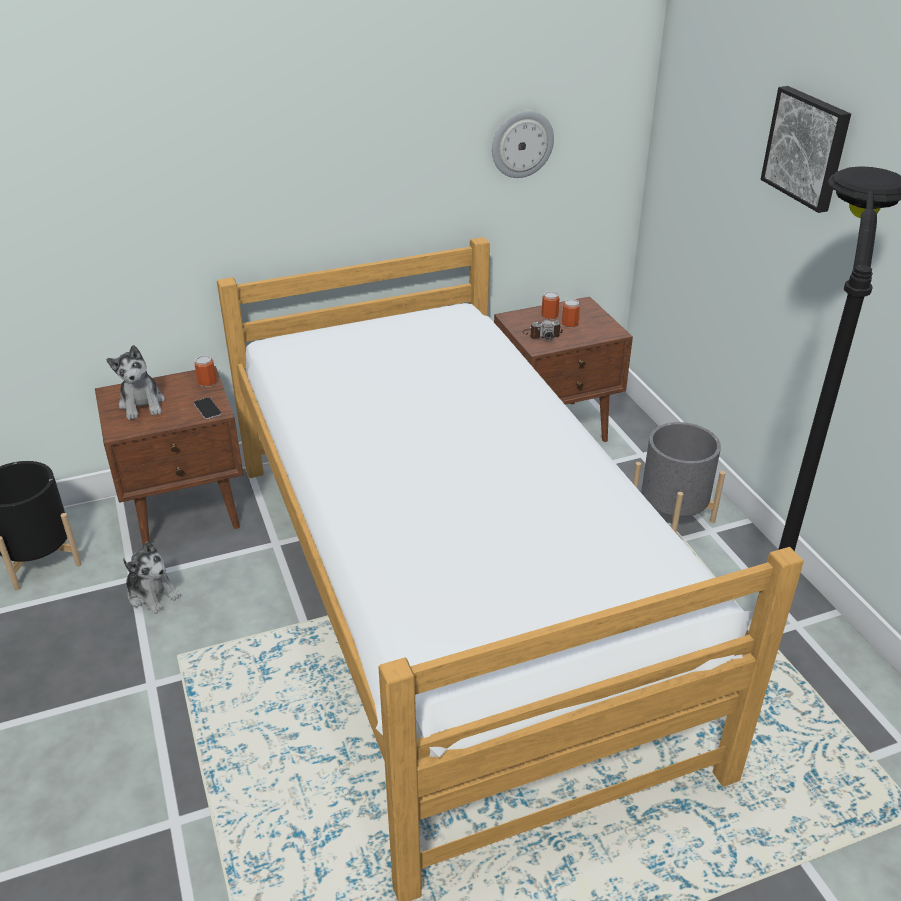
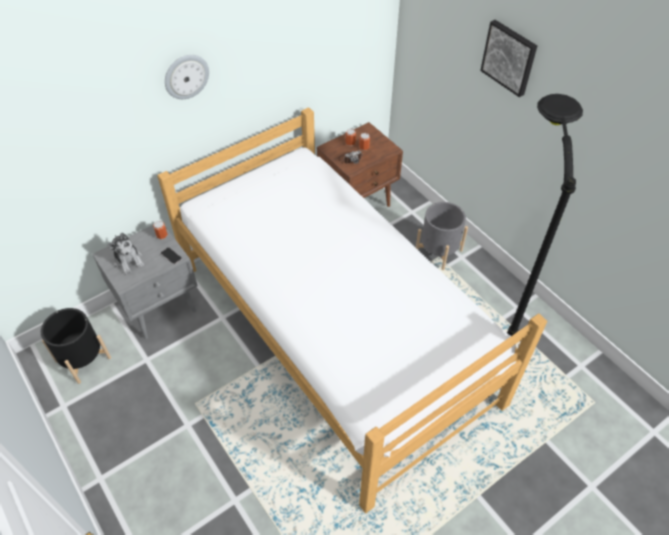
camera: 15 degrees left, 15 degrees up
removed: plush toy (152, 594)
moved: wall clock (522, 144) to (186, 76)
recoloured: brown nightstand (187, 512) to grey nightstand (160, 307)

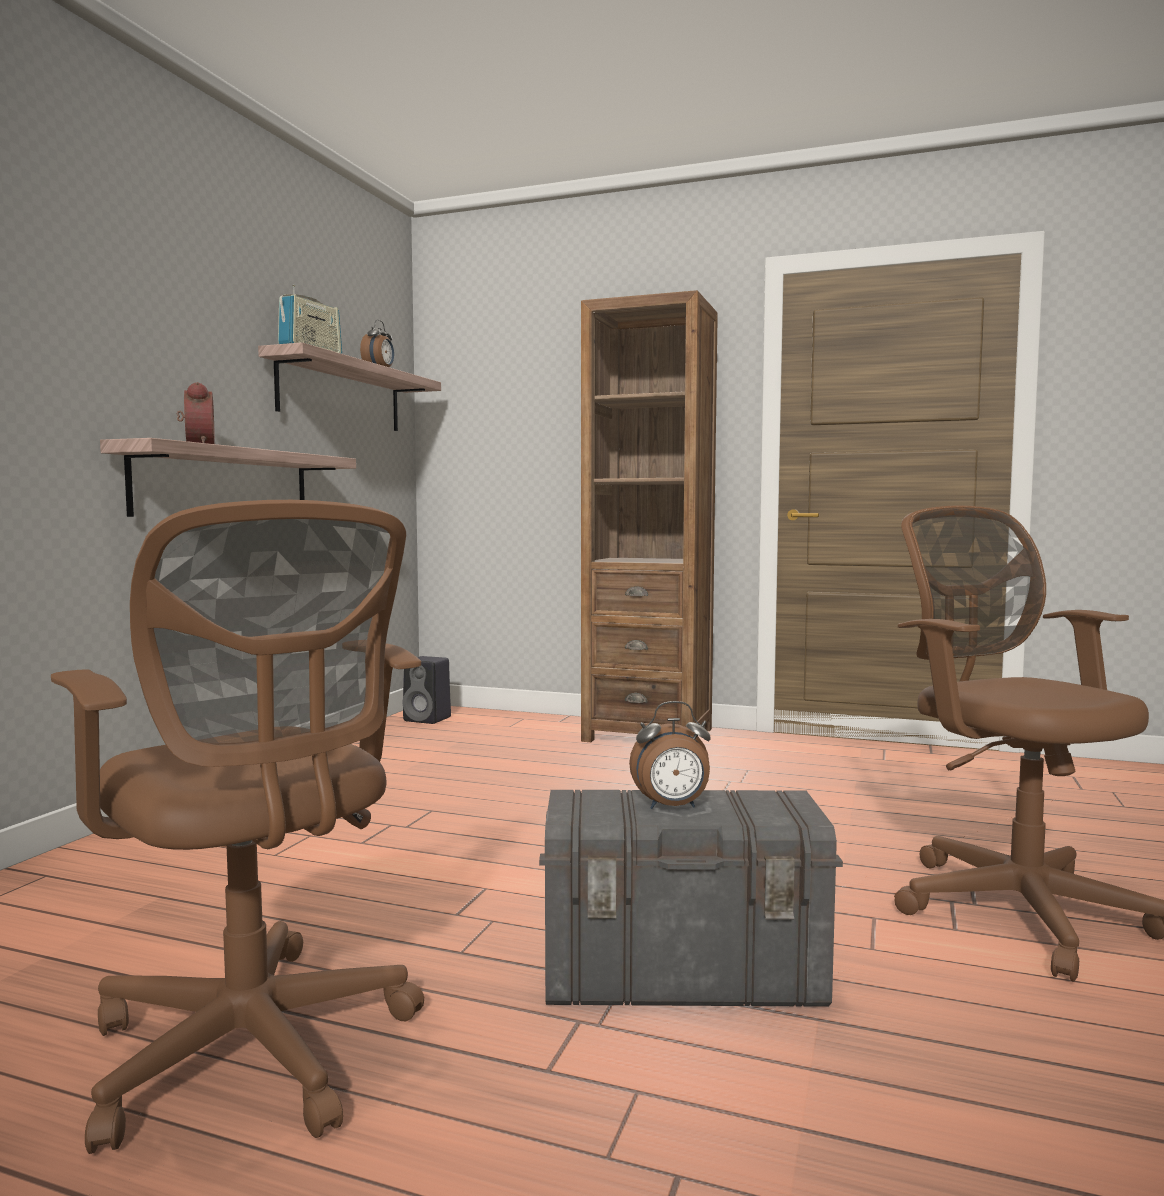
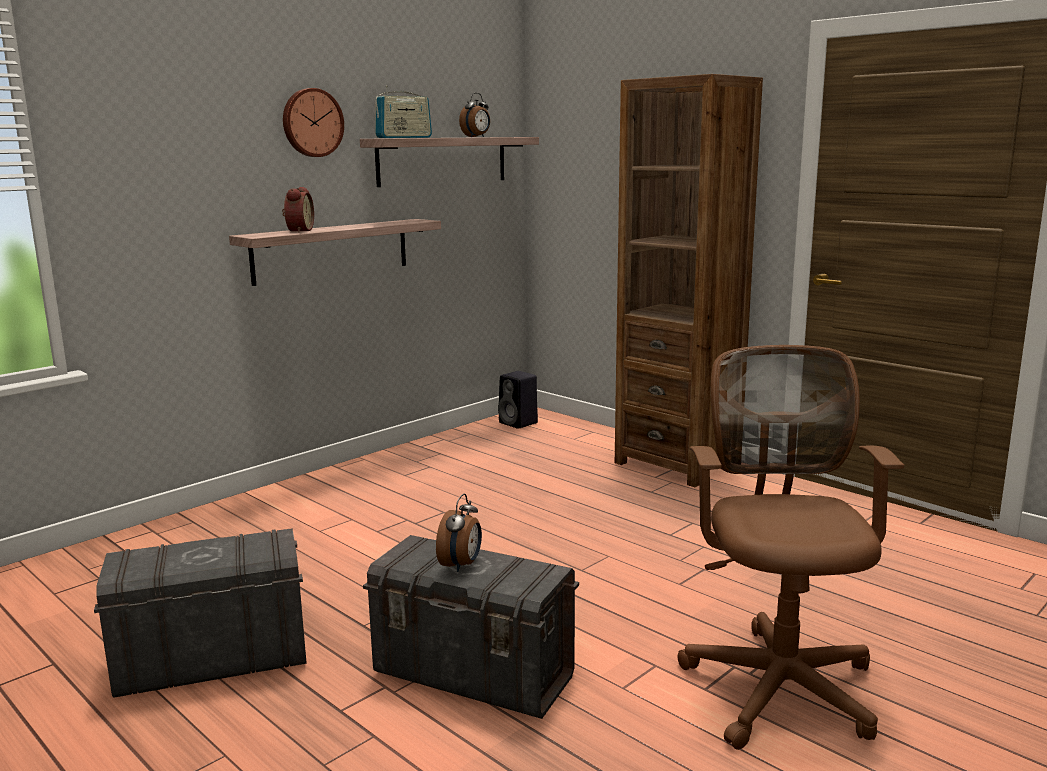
camera: 25 degrees right, 10 degrees up
added: wall clock (311, 123)
replaced: brown office chair (256, 1053) to grey storage box (212, 660)
turned: alarm clock (672, 807) = (461, 565) 90 degrees counterclockwise

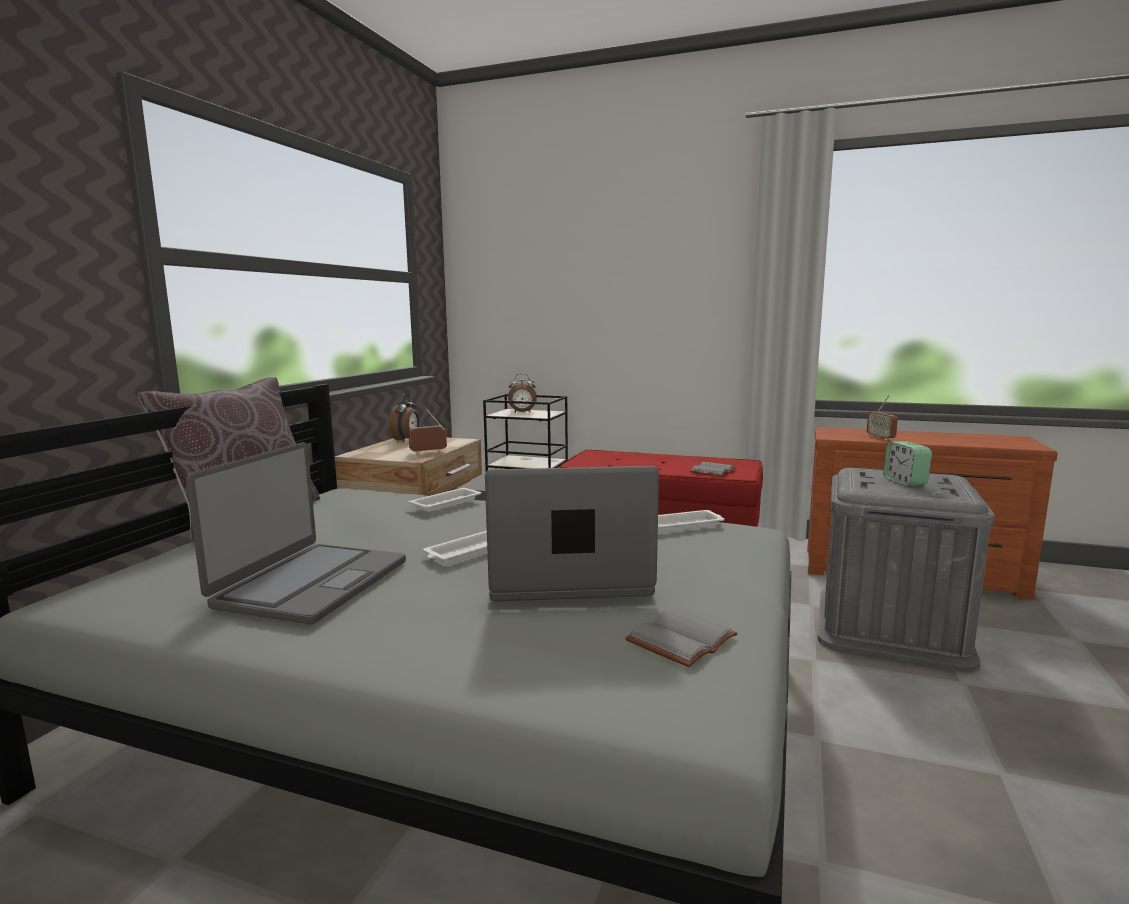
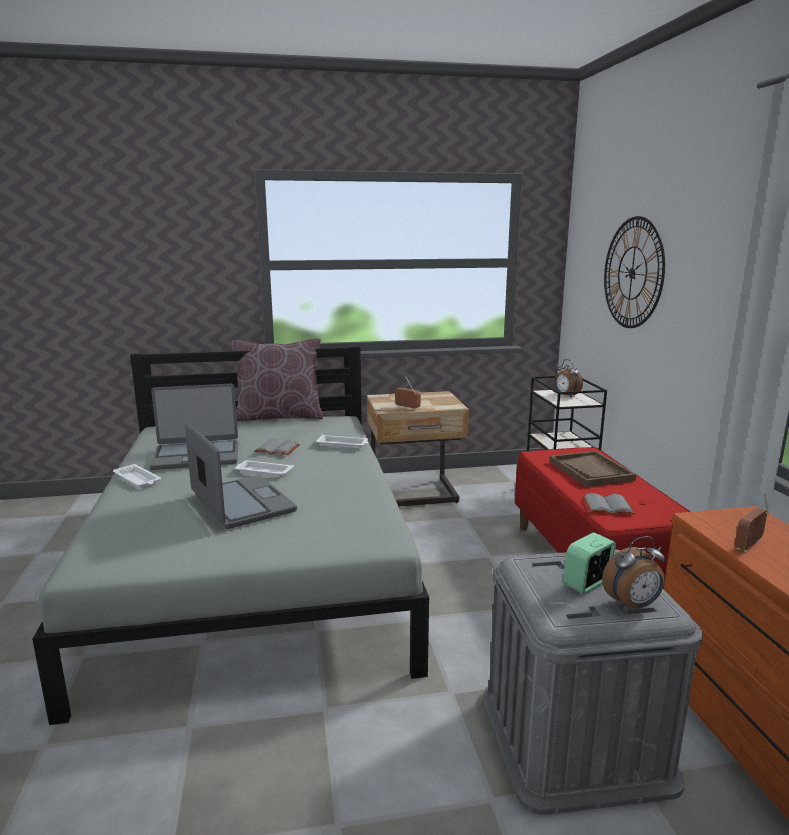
camera: 60 degrees right, 5 degrees up
added: brown tray (591, 471); wall clock (632, 273)
moved: alarm clock (406, 440) to (632, 605); grey book (683, 641) to (276, 449); white tray (683, 525) to (138, 480)

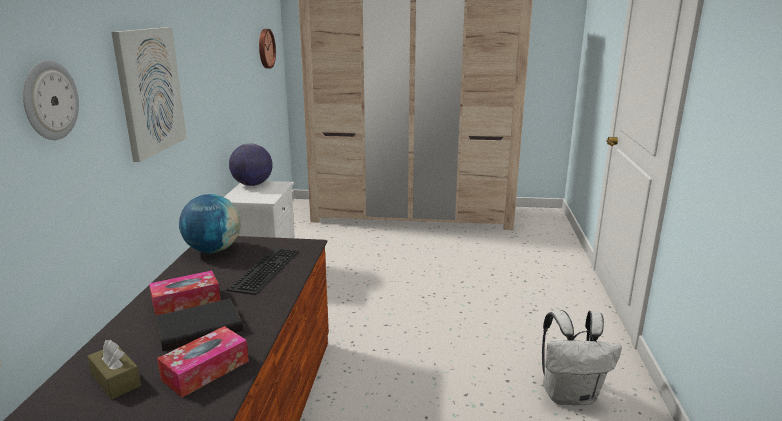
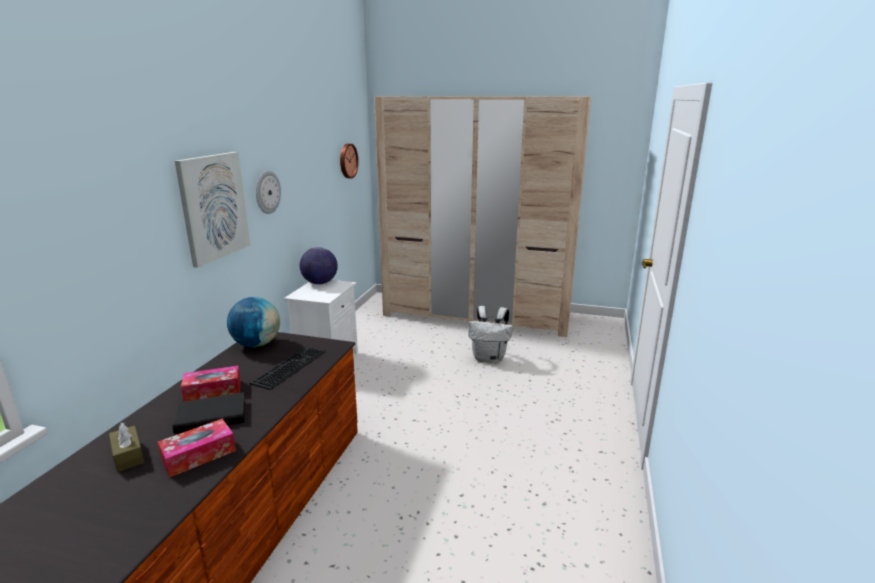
camera: 10 degrees right, 0 degrees up
moved: wall clock (49, 100) to (267, 192); white backpack (570, 395) to (489, 358)

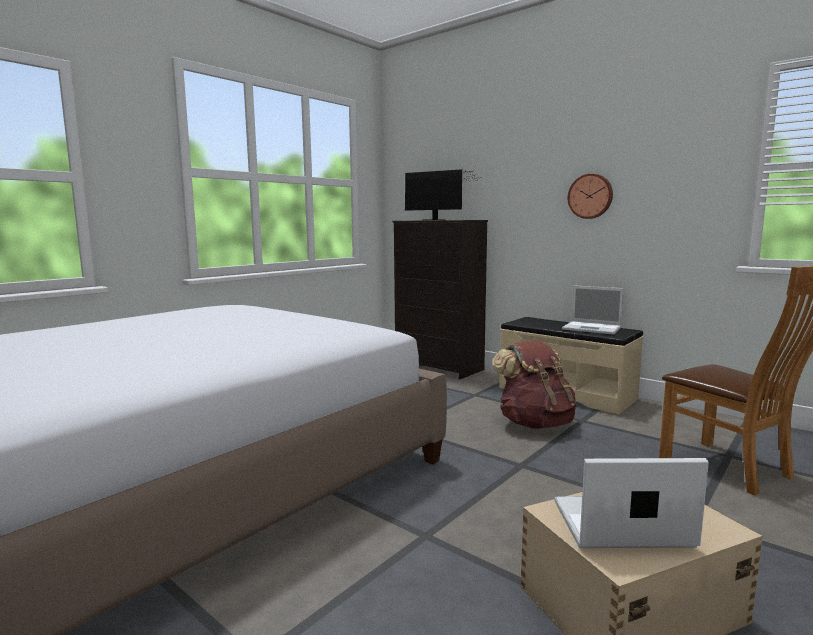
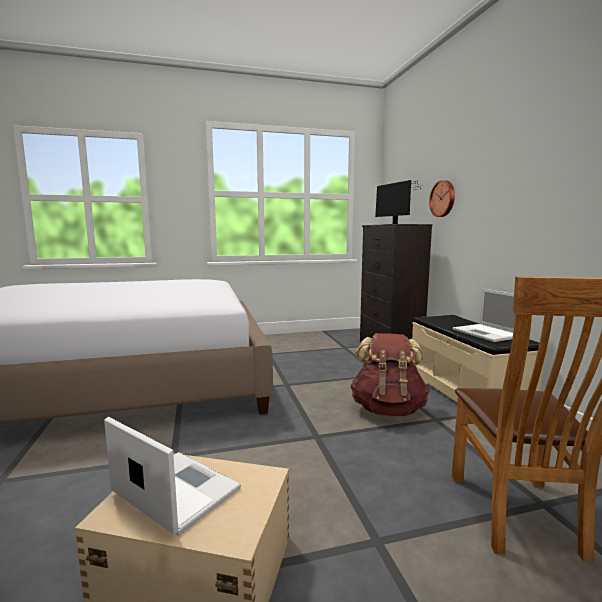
camera: 35 degrees right, 0 degrees up
moved: wall clock (590, 196) to (443, 198)

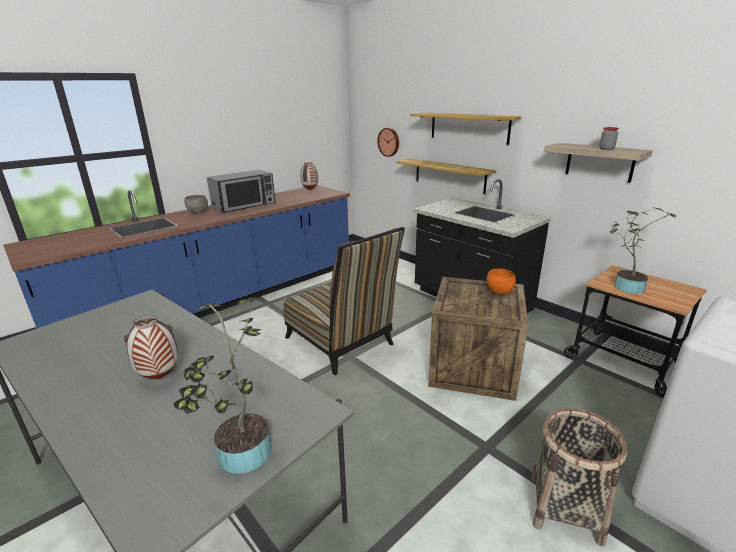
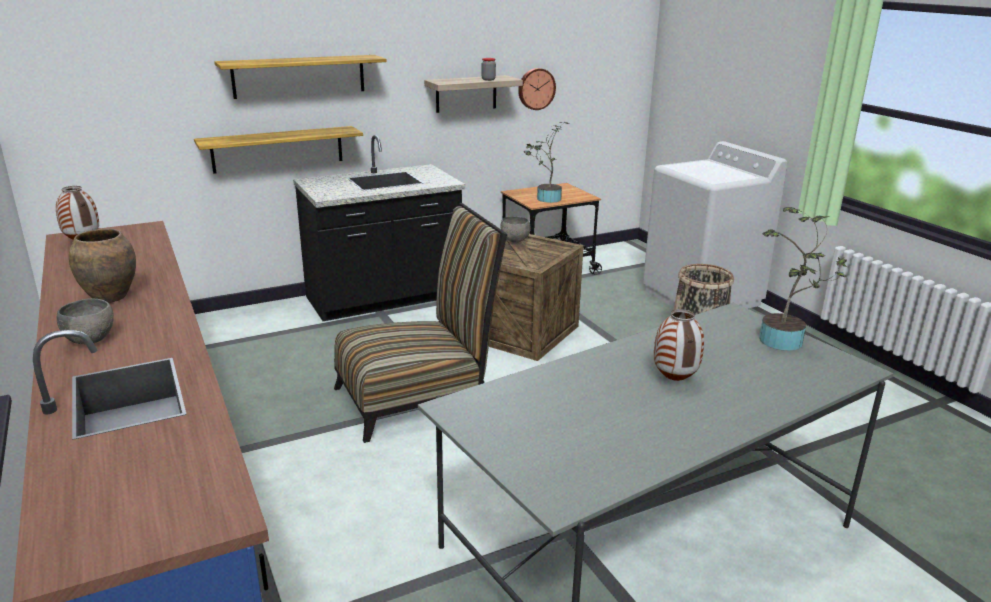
camera: 75 degrees left, 0 degrees up
moved: wall clock (389, 142) to (536, 88)
replaced: microwave (244, 205) to brown vase (110, 297)
recoloured: orange bowl (499, 292) to grey bowl (515, 241)

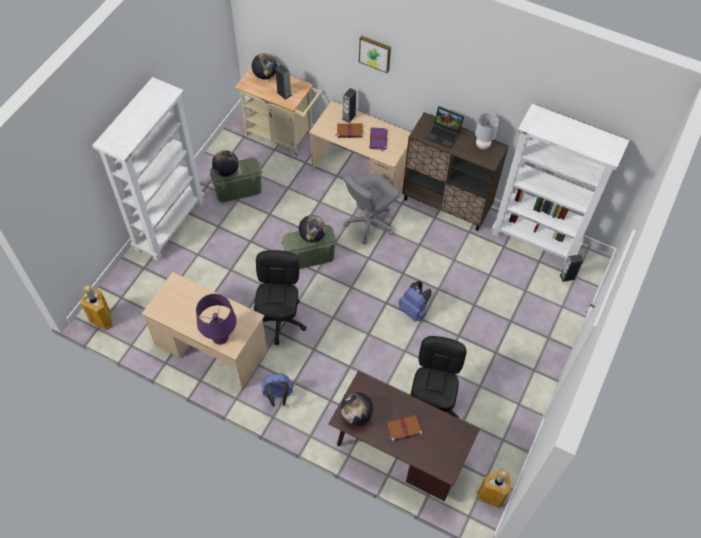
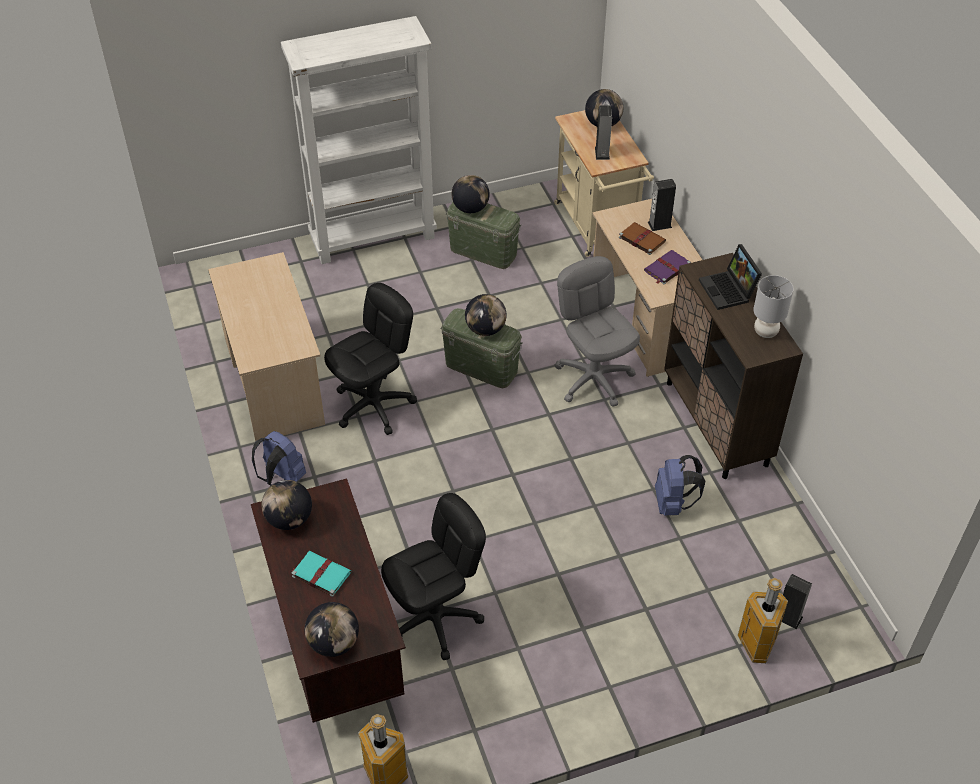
camera: 45 degrees right, 10 degrees down
removed: purple table lamp (220, 337); picture (375, 53); white bookcase (536, 240)
added: globe (334, 643)
moved: trash can (103, 320) to (757, 646); blue backpack (414, 310) to (673, 503)
recoloured: brown book (403, 428) to turquoise book (320, 574)
turned: grey office chair (369, 223) = (593, 379) 60 degrees clockwise

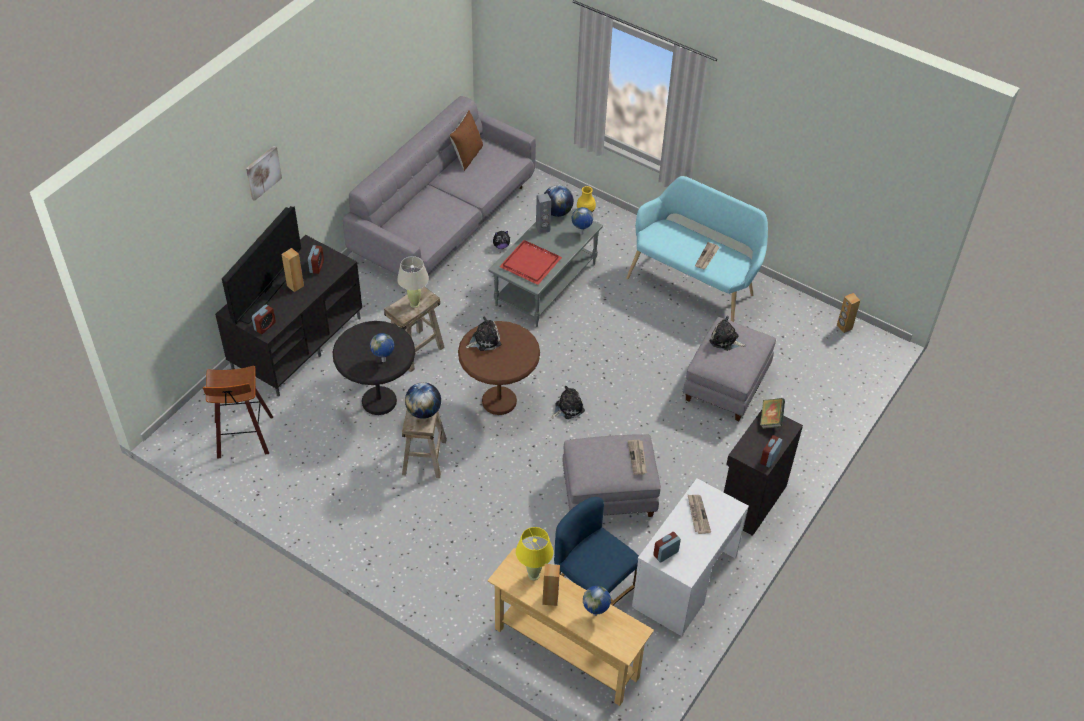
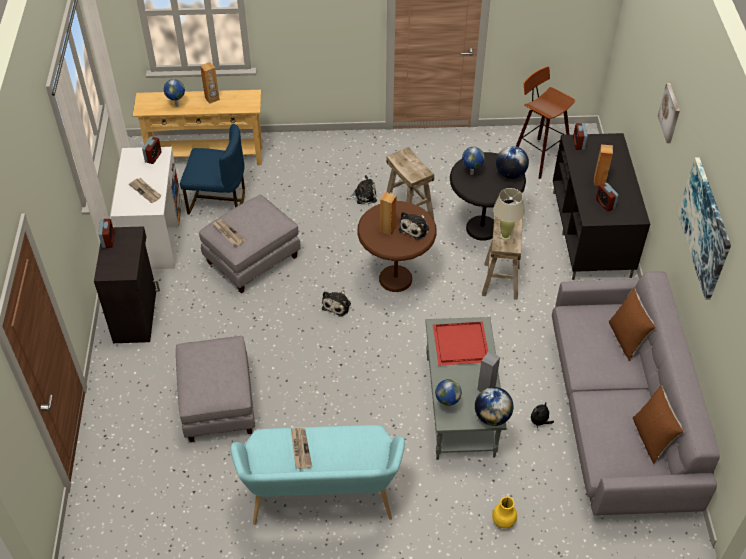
camera: 145 degrees right, 0 degrees up
removed: television (268, 290); yellow table lamp (534, 575); book (770, 419)
added: brown pillow (626, 339); picture (705, 228)
moved: globe (423, 411) to (510, 174); plush toy (725, 340) to (363, 196); brown speaker (844, 327) to (387, 229)

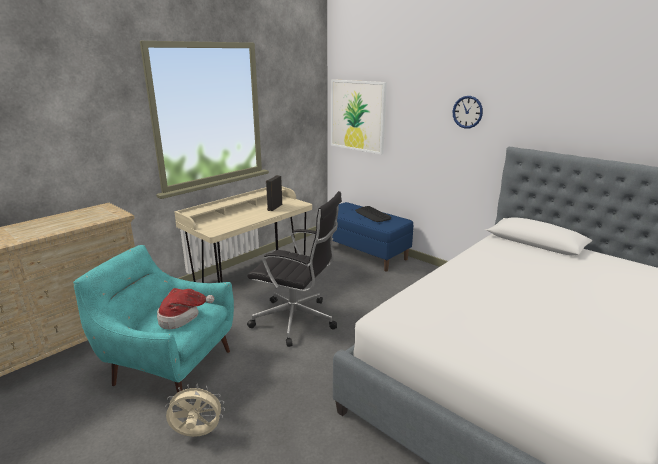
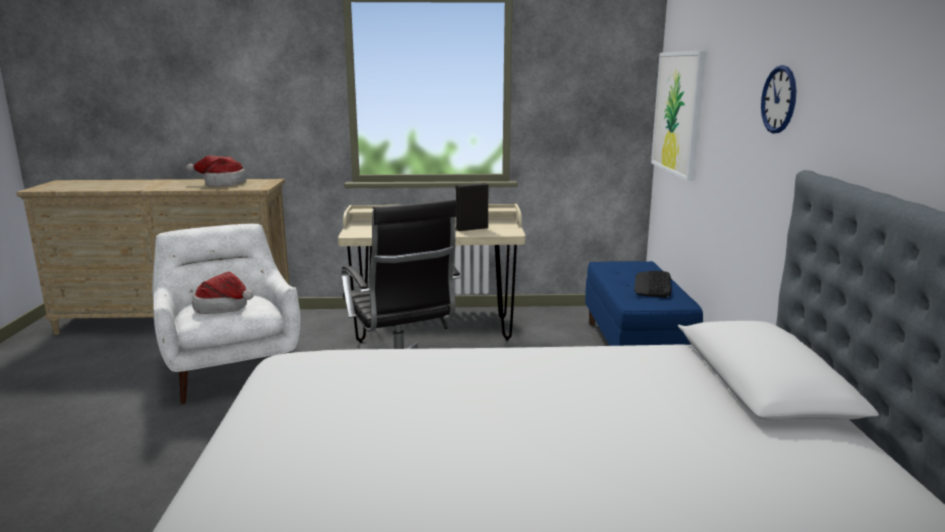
camera: 45 degrees right, 5 degrees down
removed: beige fan (196, 435)
added: hat (222, 184)
recoloured: turquoise armchair (169, 366) to white armchair (232, 369)

